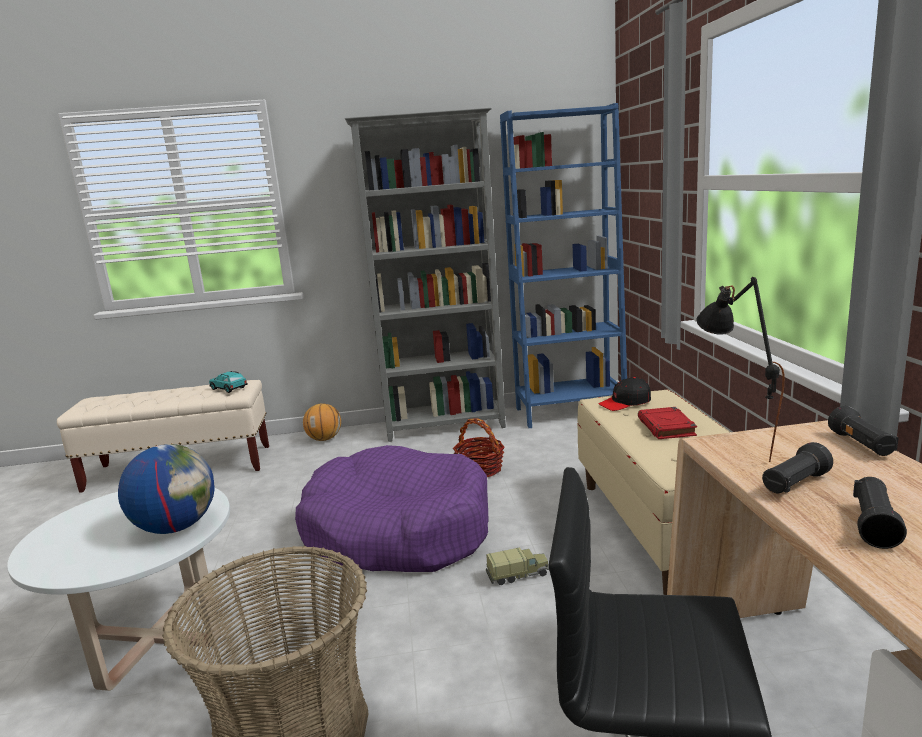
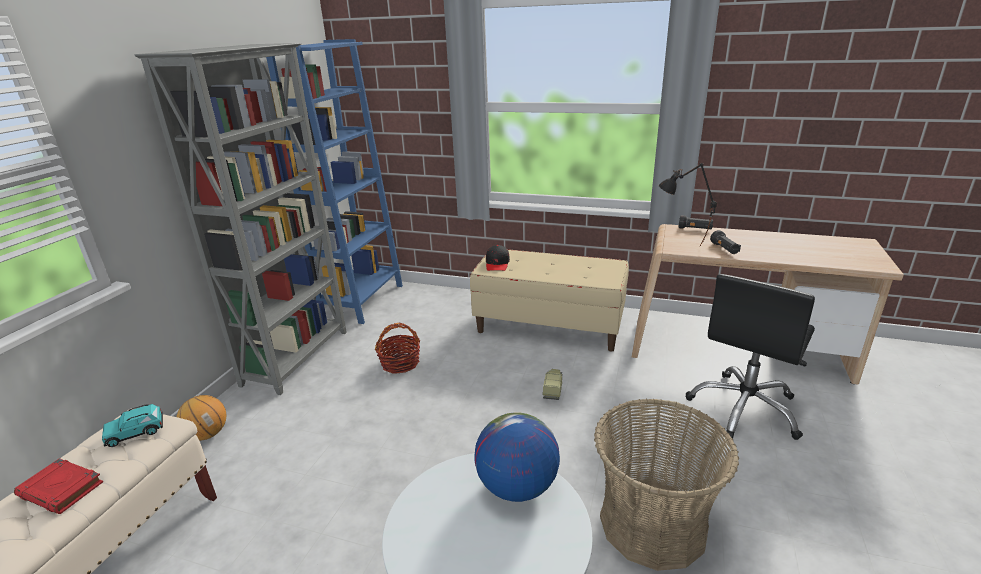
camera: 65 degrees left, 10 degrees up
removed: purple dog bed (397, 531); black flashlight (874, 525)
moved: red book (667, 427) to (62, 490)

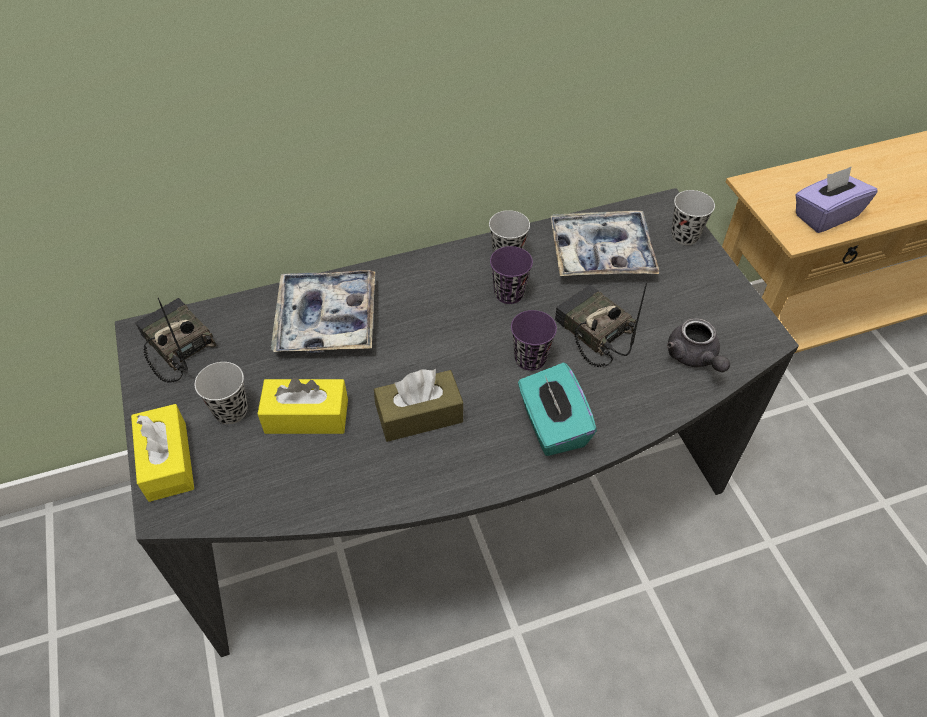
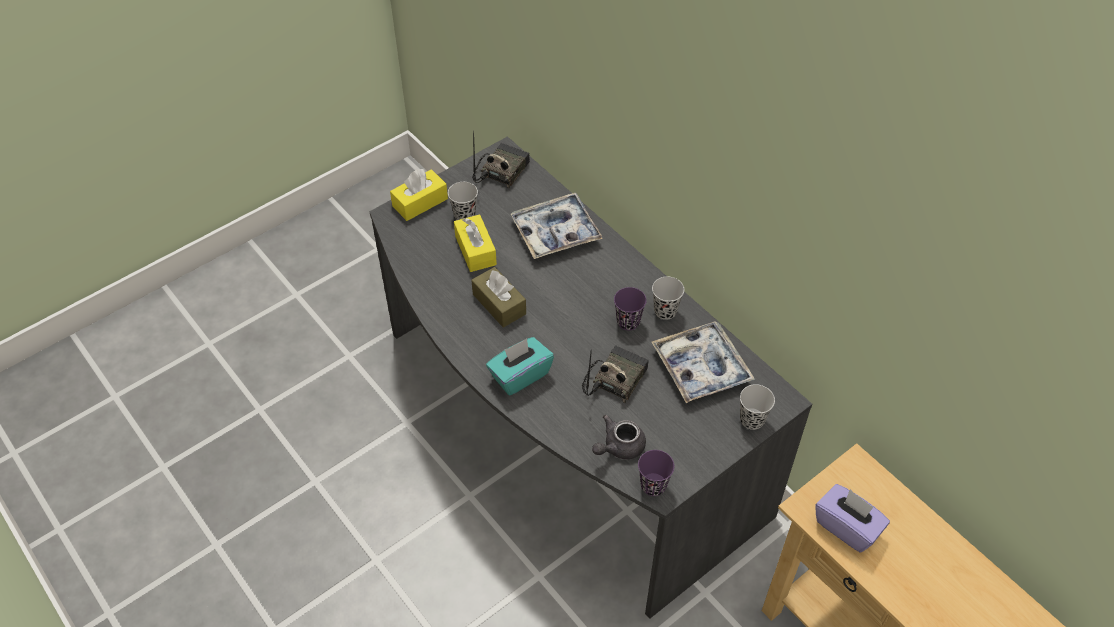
camera: 70 degrees right, 0 degrees up
moved: purple cup (530, 358) to (653, 485)

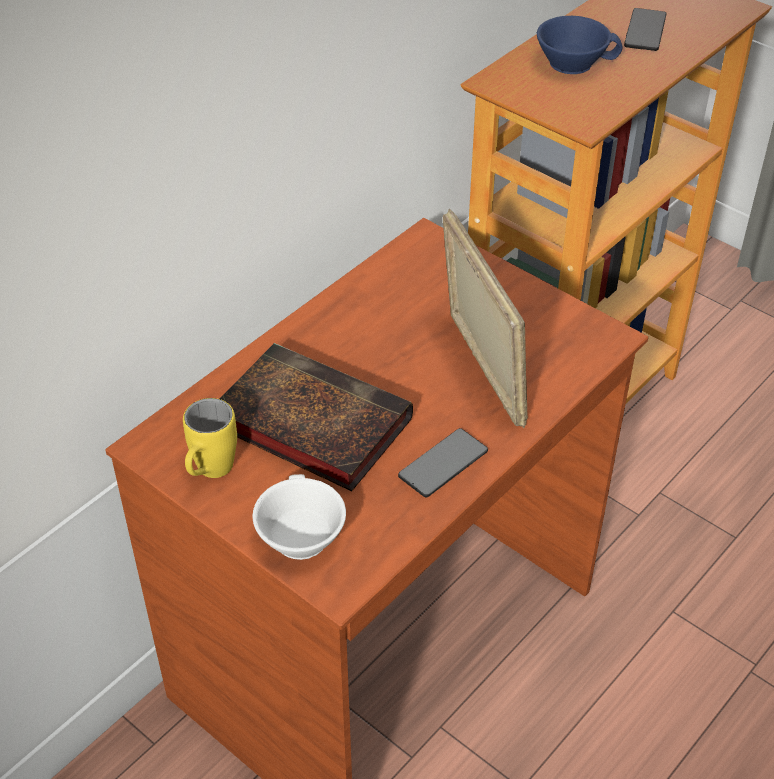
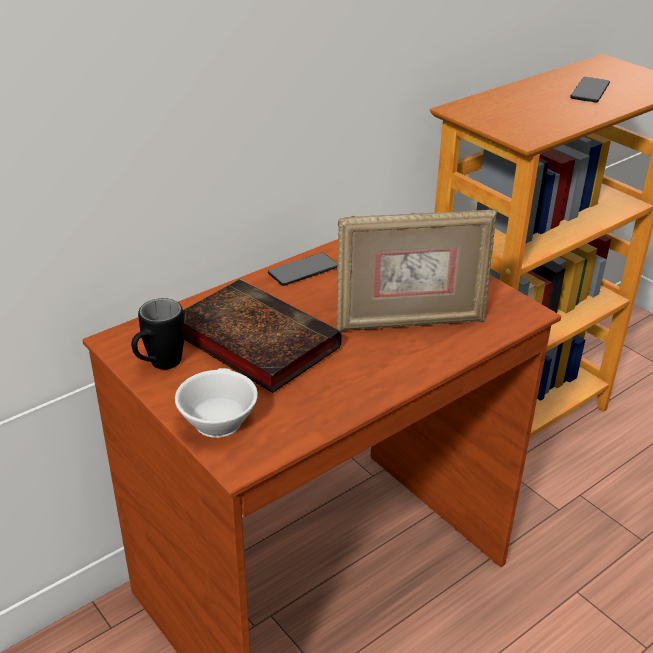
camera: 10 degrees right, 10 degrees down
removed: blue cup (573, 61)
moved: phone (443, 464) to (303, 270)
recoloured: yellow mug (210, 474) to black mug (159, 366)
turned: picture frame (481, 370) = (409, 322) 90 degrees clockwise

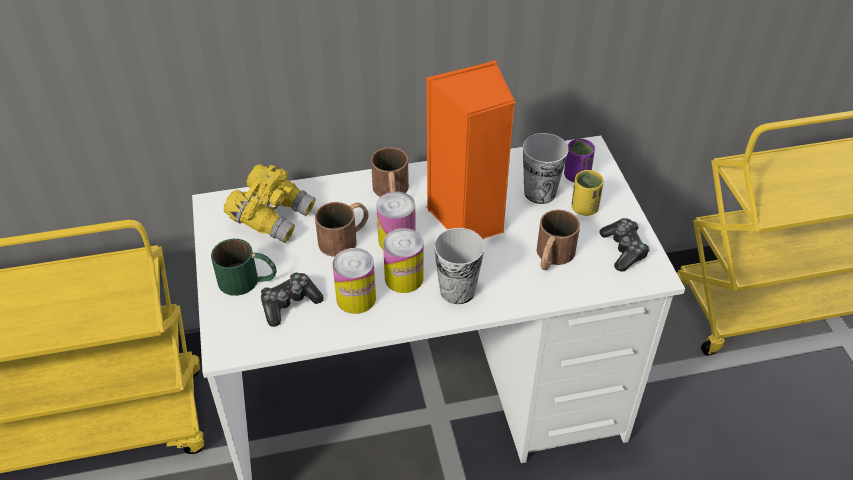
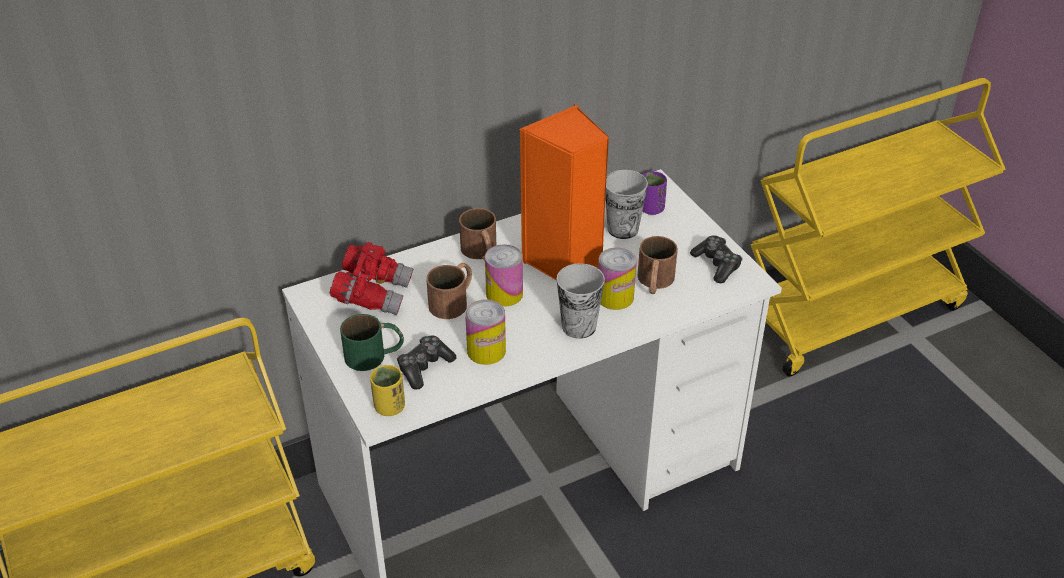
camera: 15 degrees left, 5 degrees down
moved: can (404, 278) to (615, 297); yellow cup (584, 208) to (389, 407)
recoloured: yellow binoculars (272, 216) to red binoculars (373, 294)

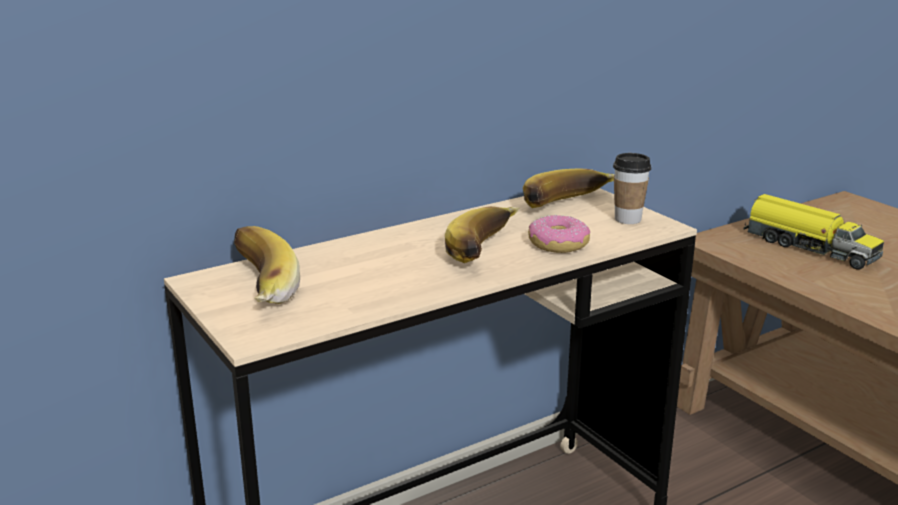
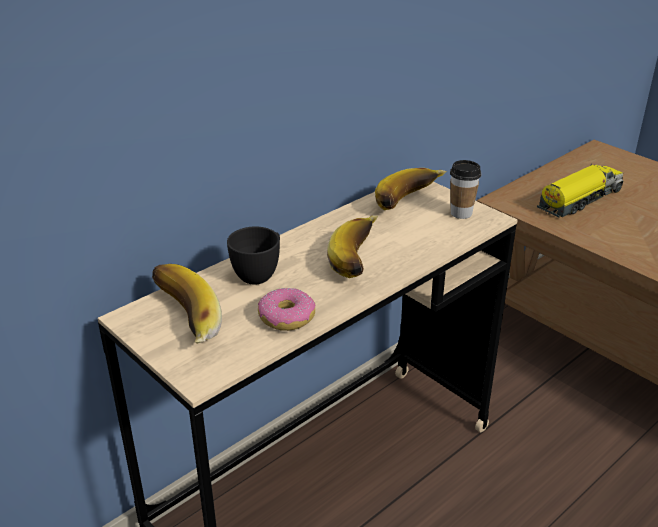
camera: 10 degrees left, 10 degrees up
added: black cup (259, 273)
moved: donut (558, 244) to (286, 318)
turned: toy truck (808, 247) = (579, 200) 75 degrees counterclockwise

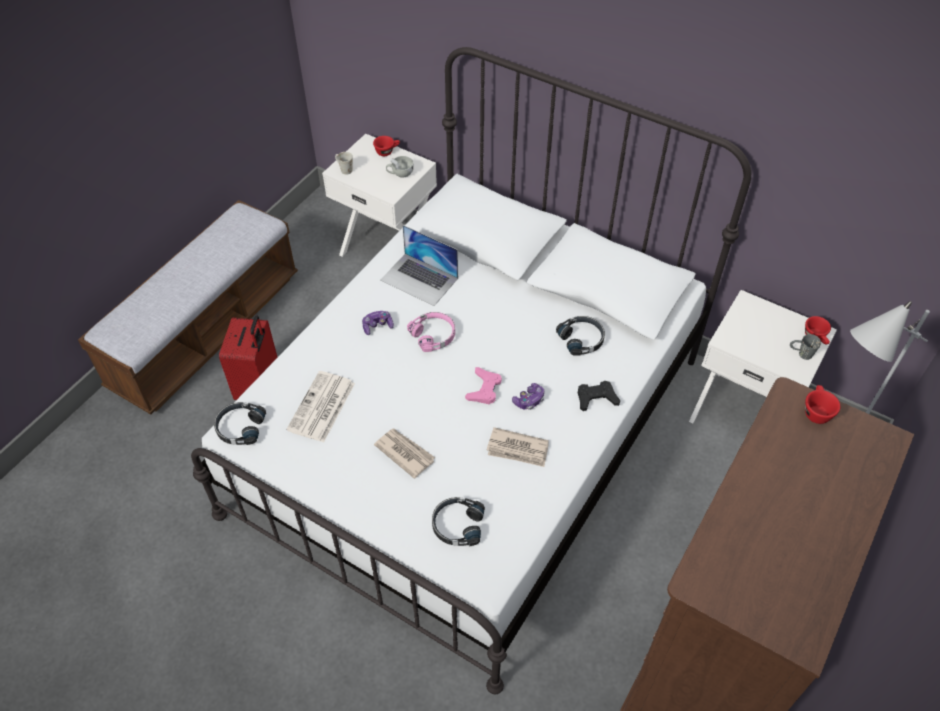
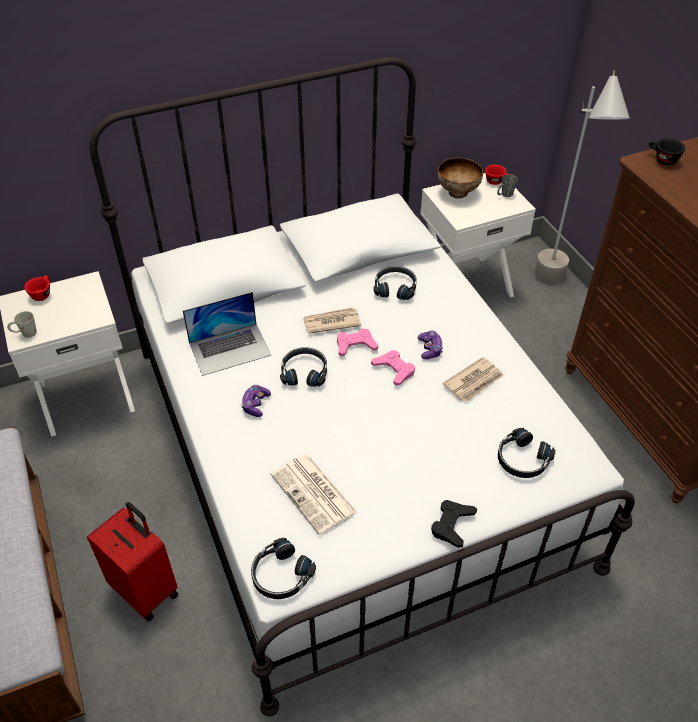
camera: 55 degrees left, 5 degrees down
removed: white cup (400, 173)
added: pink game controller (355, 345); bowl (457, 193)
moved: newspaper (404, 453) to (331, 322); black game controller (596, 398) to (452, 525)
recoloured: pink headphones (433, 335) to black headphones (304, 372); red cup (815, 411) to black cup (662, 159)

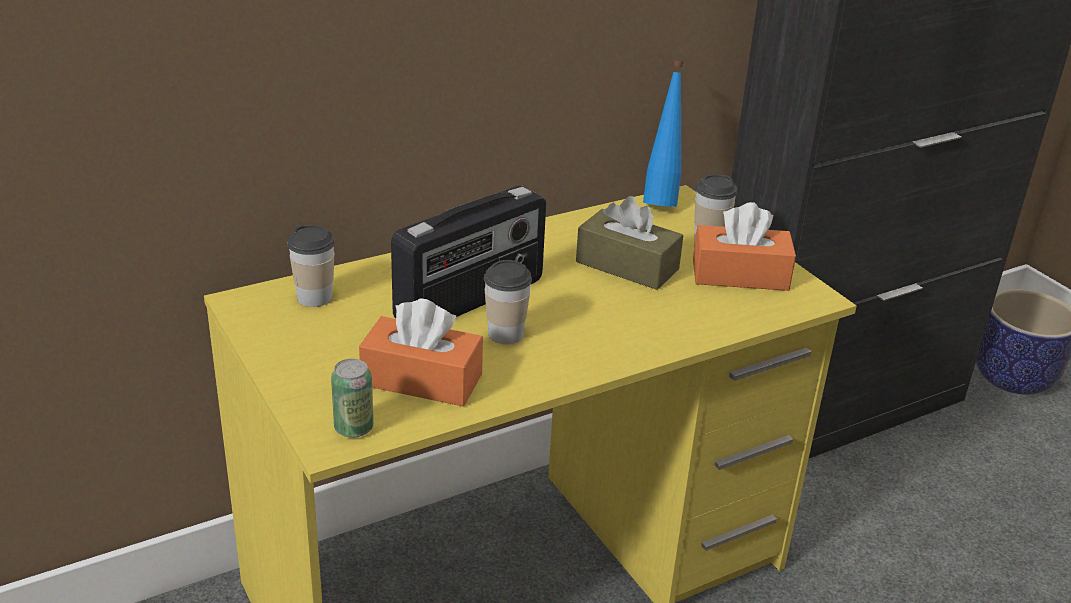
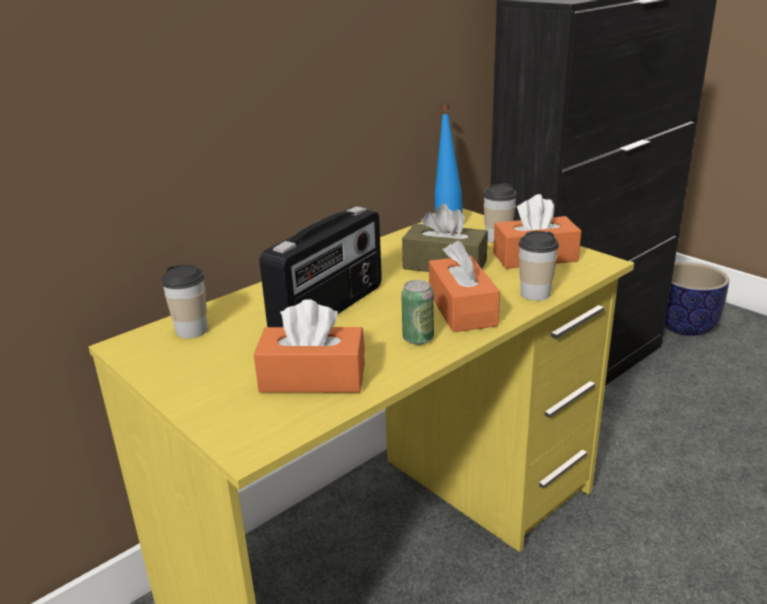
camera: 10 degrees left, 5 degrees down
added: orange tissue box (462, 309)
moved: can (354, 428) to (418, 338); cup (505, 334) to (535, 294)

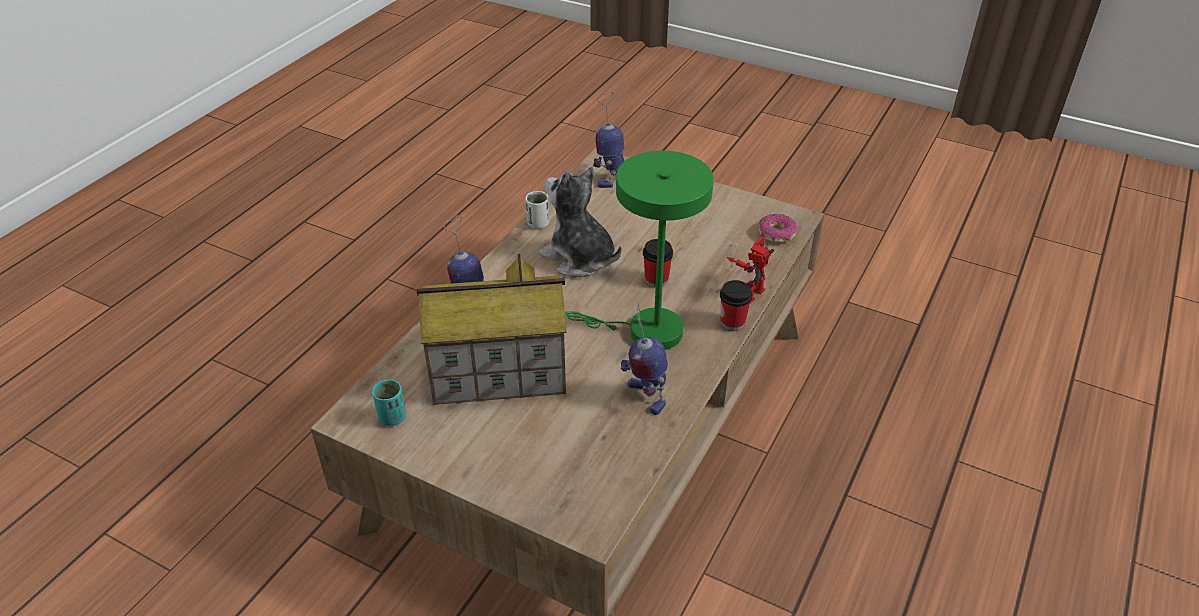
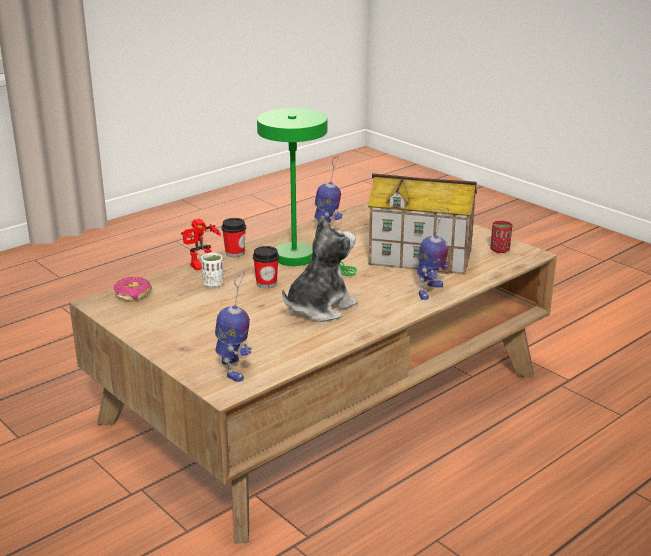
camera: 160 degrees left, 15 degrees down
moved: white cup (538, 224) to (213, 284)
recoloured: turquoise cup (392, 417) to red cup (500, 250)
turned: plush toy (579, 258) = (319, 308) 105 degrees counterclockwise; toy robot (610, 178) = (234, 370) 60 degrees counterclockwise

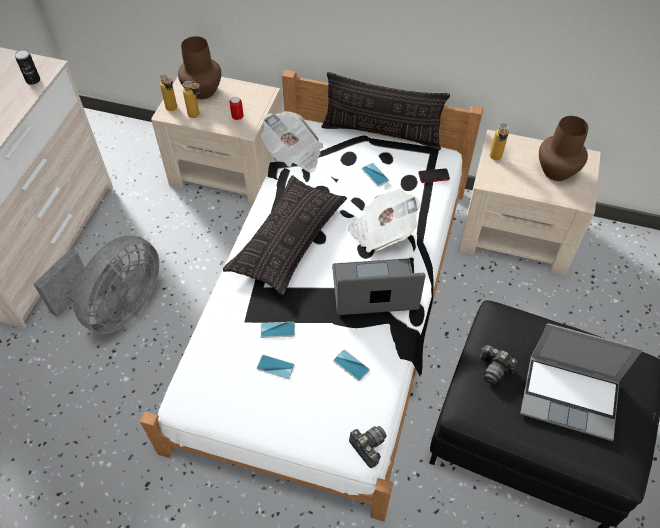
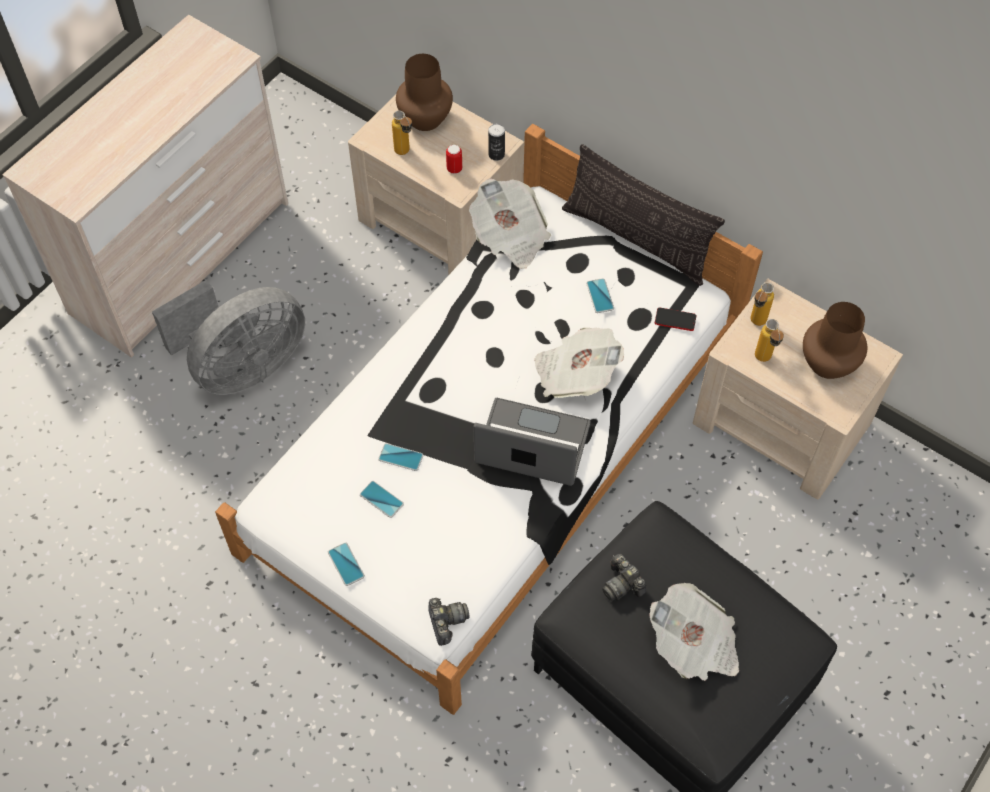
camera: 20 degrees right, 5 degrees up
removed: pillow (287, 240)
moved: can (33, 80) to (496, 154); bottle (173, 110) to (764, 361); phone (351, 365) to (346, 564)
replaced: laptop (570, 397) to newspaper (694, 645)

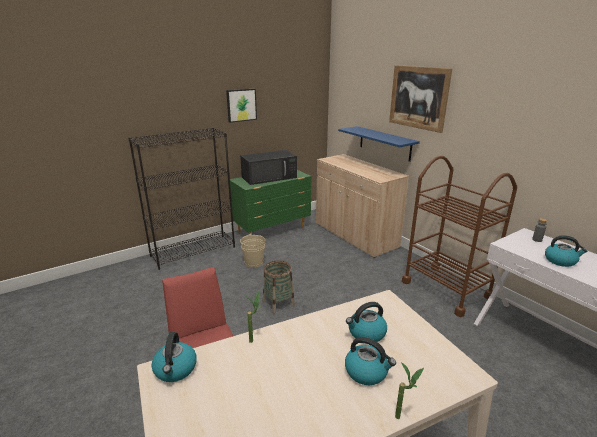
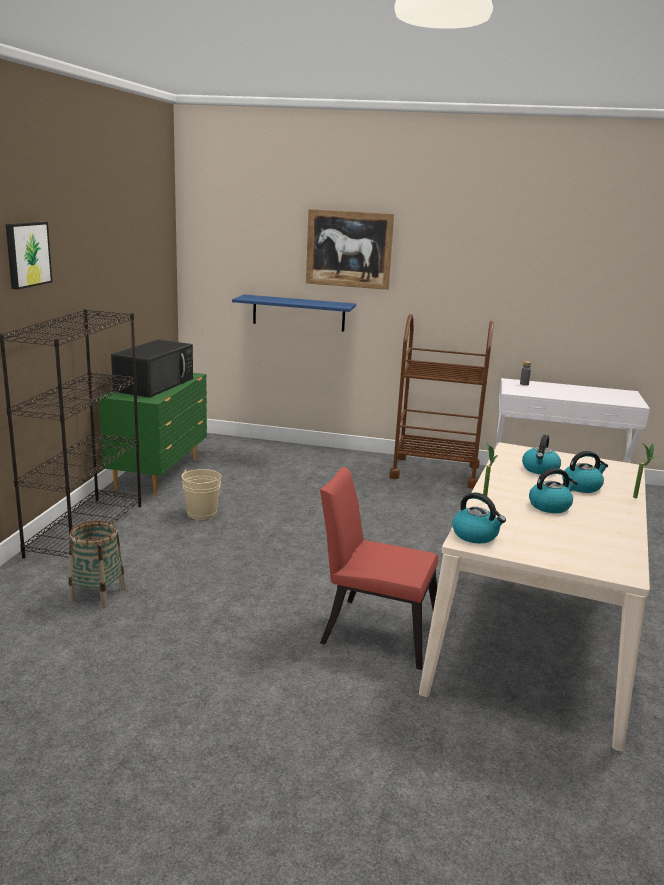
camera: 45 degrees left, 5 degrees down
removed: beige cabinet (355, 235)
moved: picture (241, 105) to (27, 254); basket (278, 303) to (97, 595); kettle (560, 261) to (550, 506)

